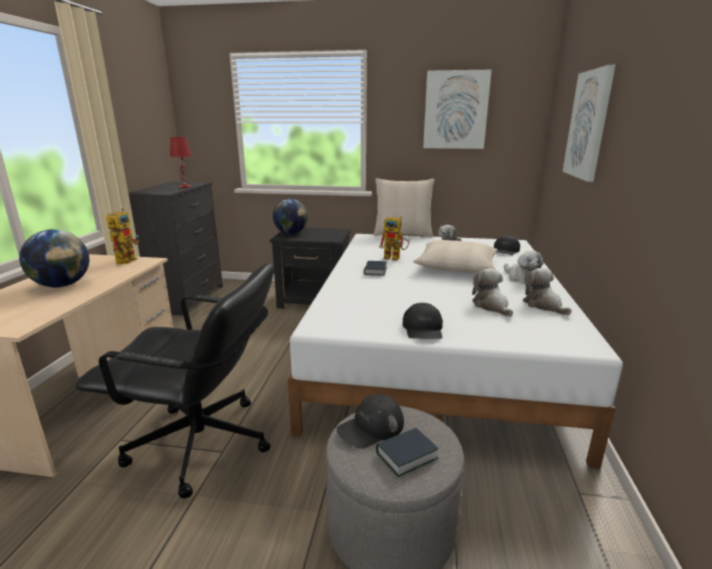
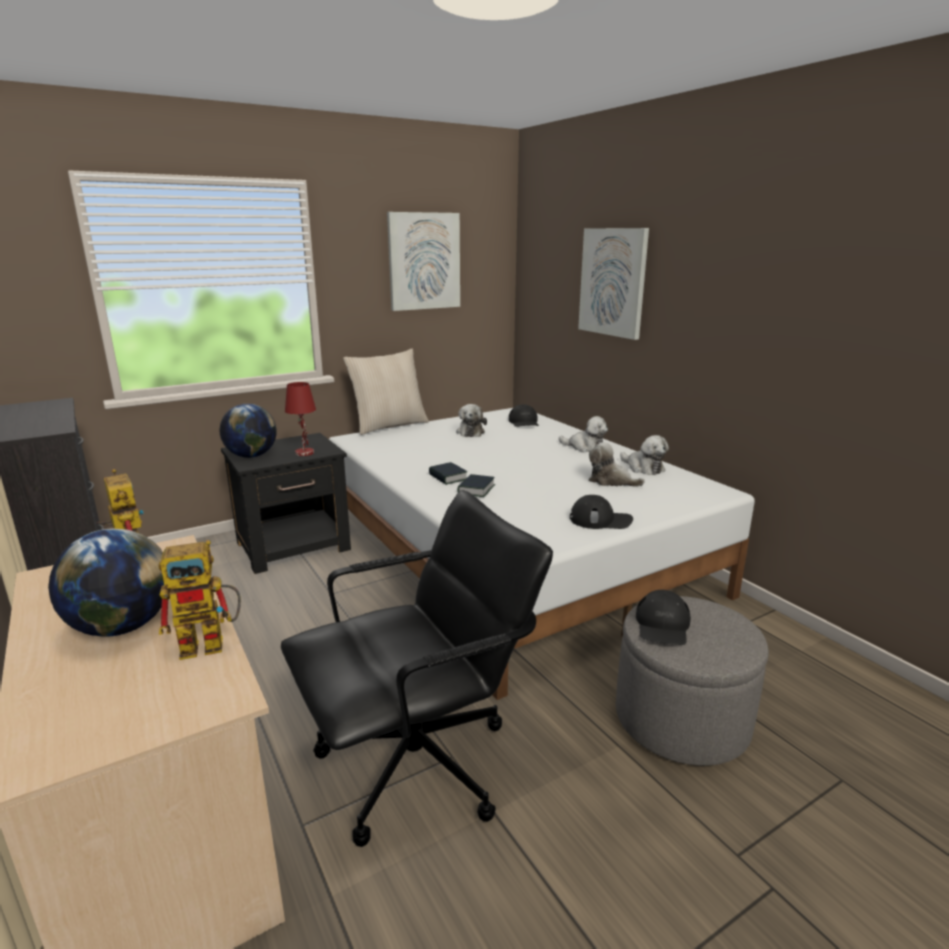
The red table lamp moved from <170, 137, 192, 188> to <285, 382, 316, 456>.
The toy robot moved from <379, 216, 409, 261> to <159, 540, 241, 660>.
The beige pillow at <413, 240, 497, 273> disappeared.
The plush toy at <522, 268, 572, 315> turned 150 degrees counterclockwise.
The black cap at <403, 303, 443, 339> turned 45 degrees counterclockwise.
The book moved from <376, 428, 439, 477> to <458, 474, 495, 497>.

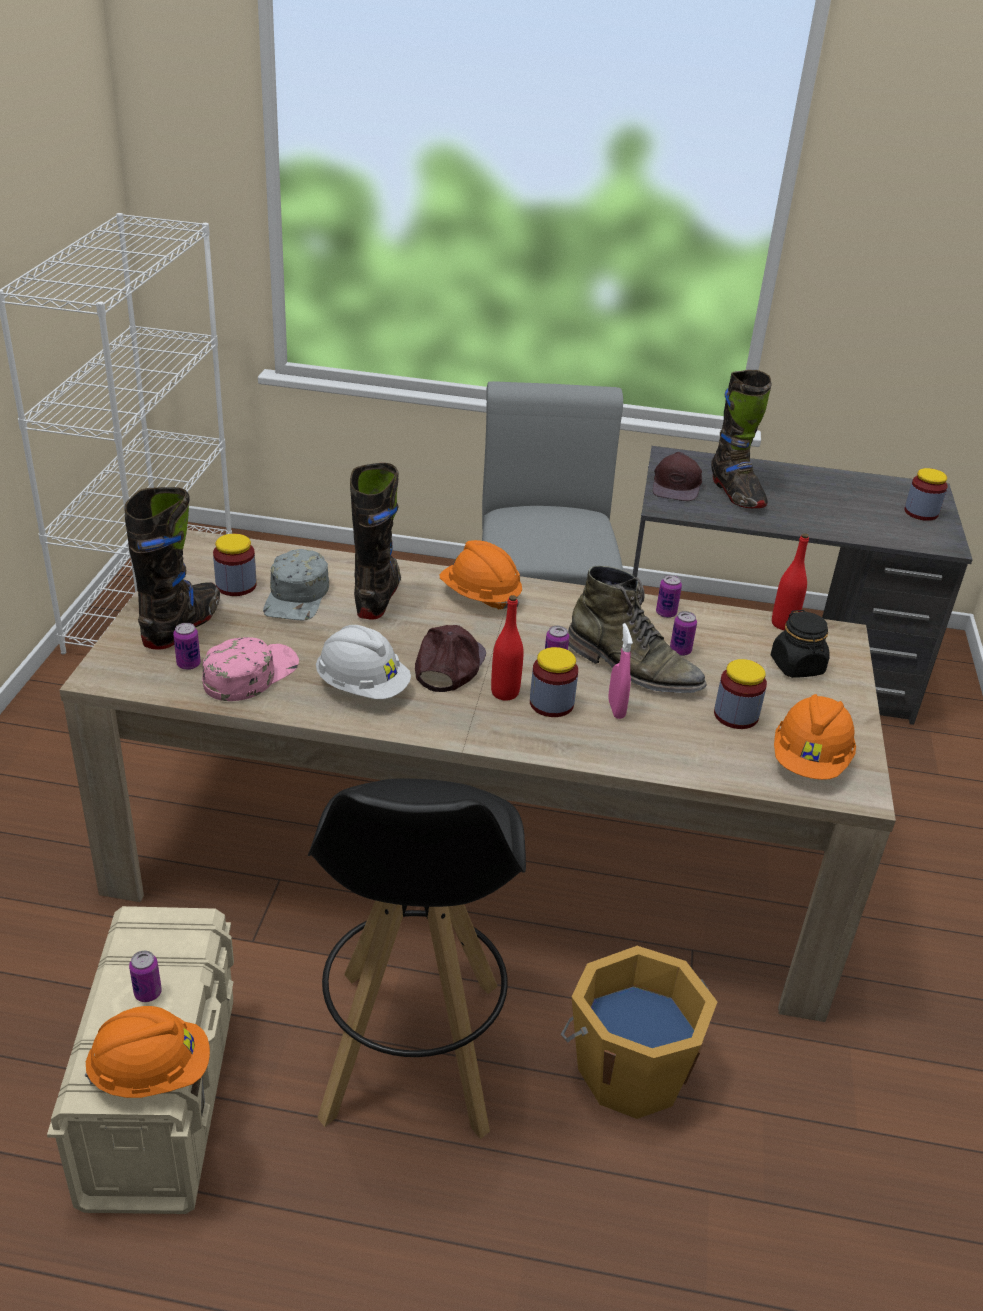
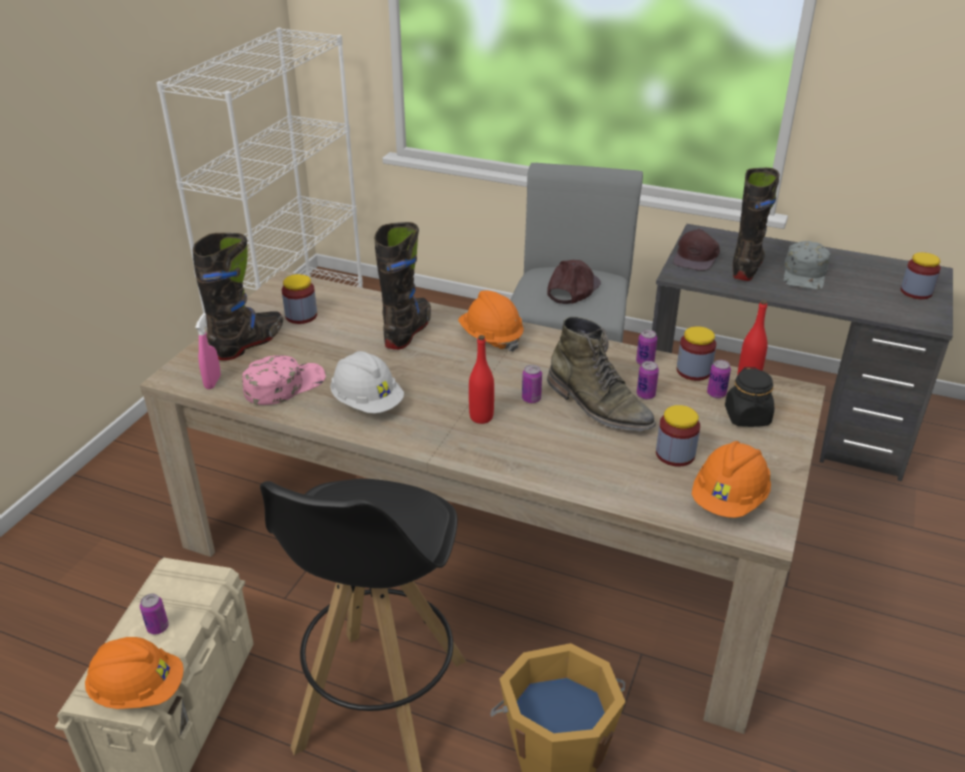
The black boot at <711, 370, 771, 508> turned 150 degrees counterclockwise.
The grey cap moved from <263, 549, 329, 621> to <784, 241, 830, 290>.
The can moved from <173, 623, 201, 670> to <707, 360, 731, 398>.
The pink spray bottle moved from <608, 623, 633, 719> to <195, 313, 221, 389>.
The brown cap moved from <415, 625, 486, 692> to <547, 260, 601, 304>.
The jar moved from <530, 647, 578, 717> to <677, 326, 716, 381>.

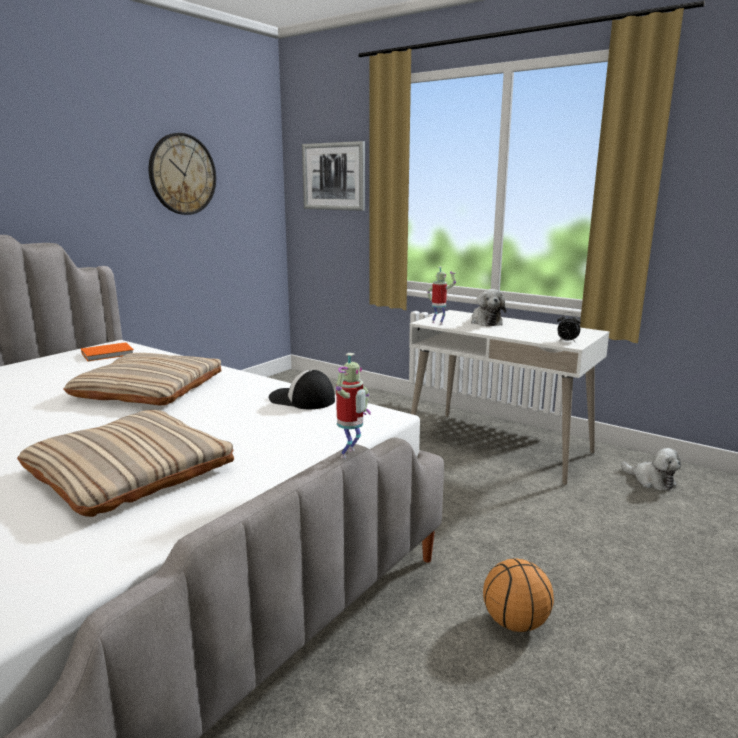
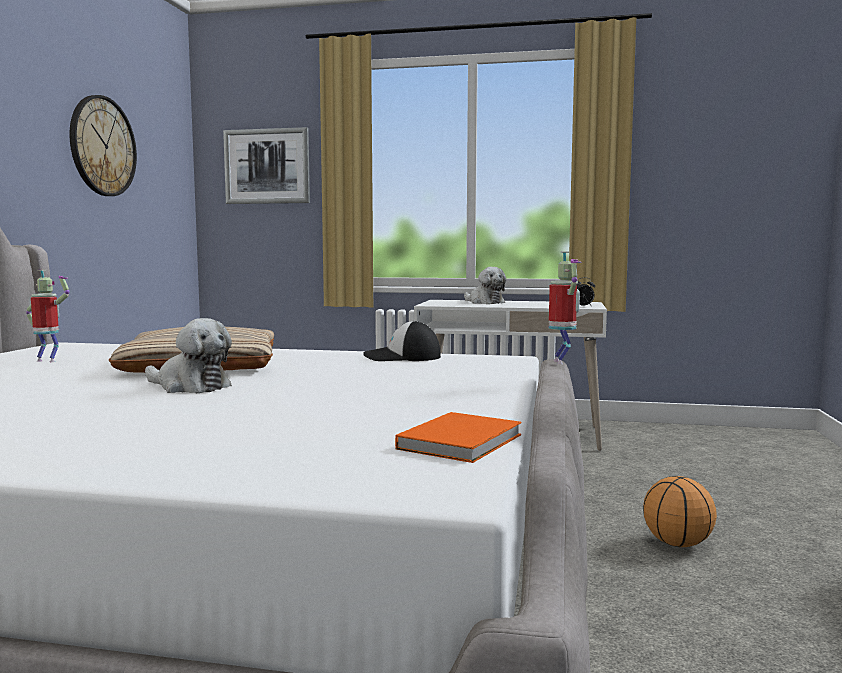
The toy robot moved from <427, 267, 456, 325> to <26, 270, 70, 362>.
The orange book moved from <81, 342, 134, 361> to <395, 412, 521, 463>.
The beige pillow at <17, 410, 234, 517> disappeared.
The plush toy moved from <621, 448, 681, 491> to <145, 318, 232, 393>.

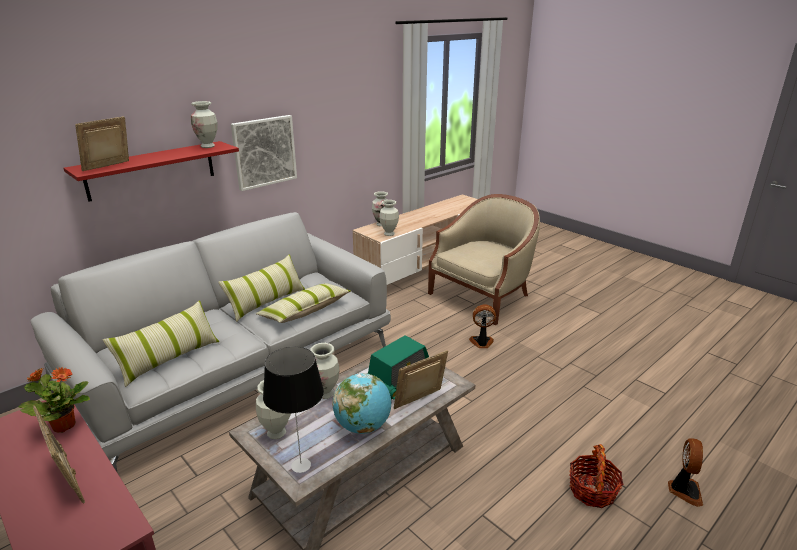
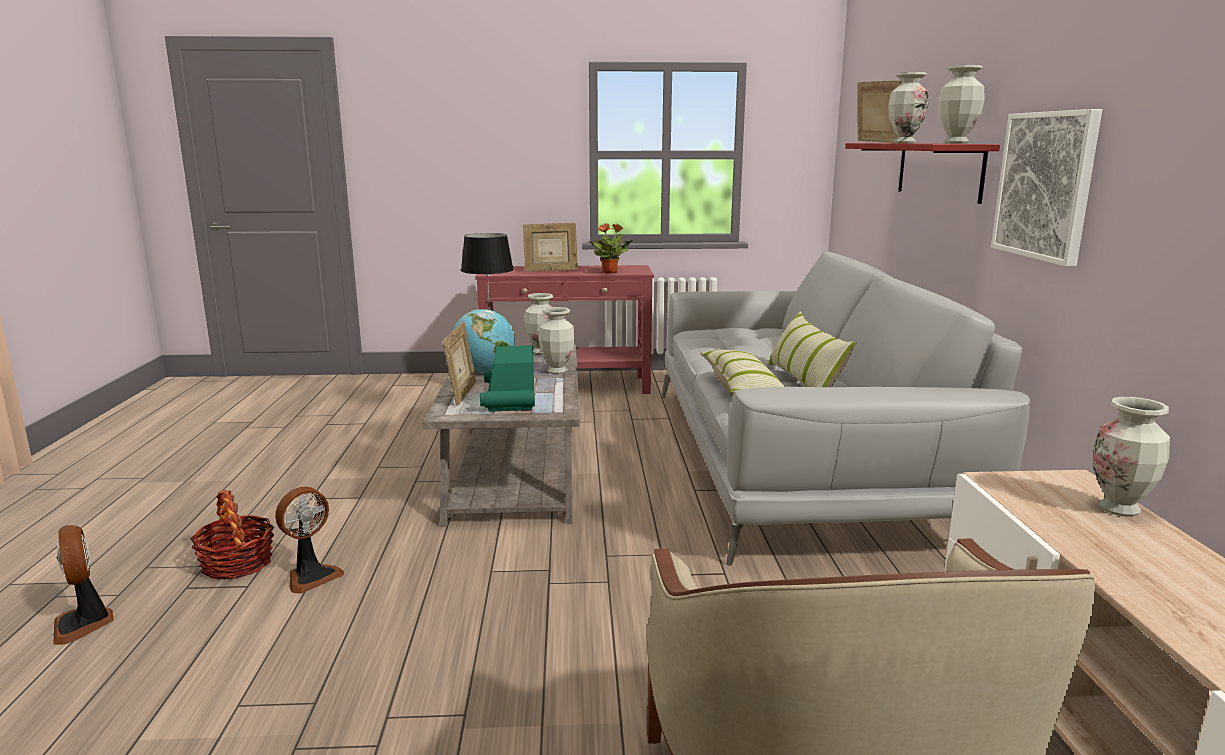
The vase moved from <379, 200, 399, 236> to <888, 72, 929, 143>.
The pillow at <103, 300, 219, 387> disappeared.
The fan moved from <469, 304, 496, 348> to <275, 487, 344, 594>.

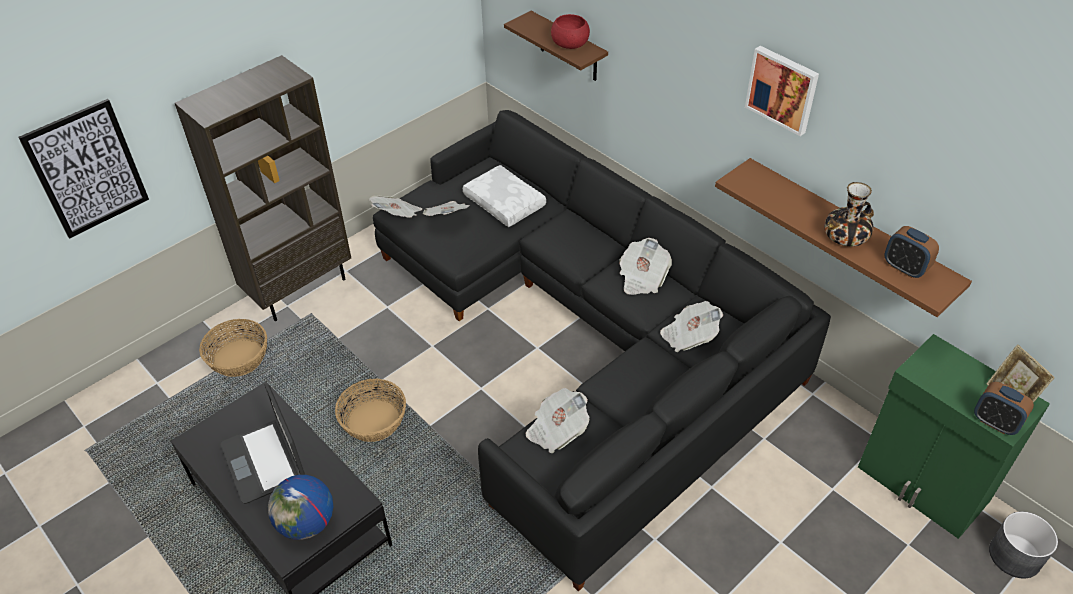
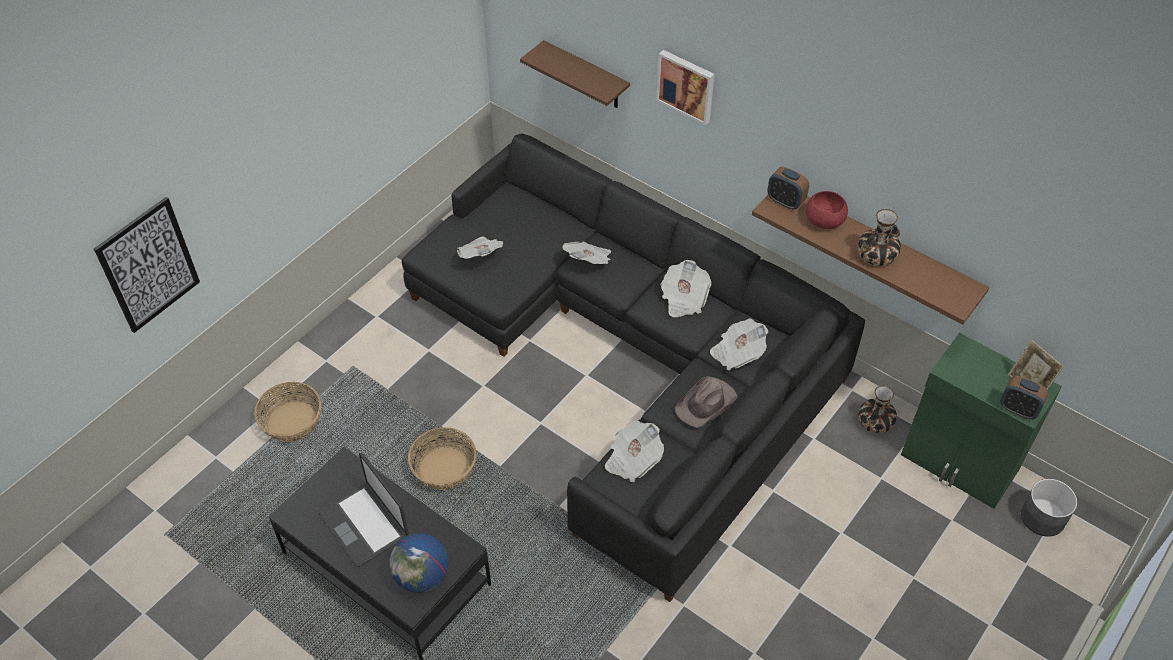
The red bowl moved from <551, 14, 590, 49> to <806, 191, 848, 229>.
The picture moved from <745, 46, 819, 136> to <656, 50, 715, 125>.
The brown bookcase at <175, 55, 351, 321> disappeared.
The white pillow at <463, 165, 546, 227> disappeared.
The newspaper moved from <369, 195, 422, 218> to <562, 241, 612, 264>.
The alarm clock moved from <885, 226, 939, 278> to <767, 167, 809, 210>.
The brown hat at <675, 376, 738, 428> appeared.
The vase at <858, 385, 897, 433> appeared.

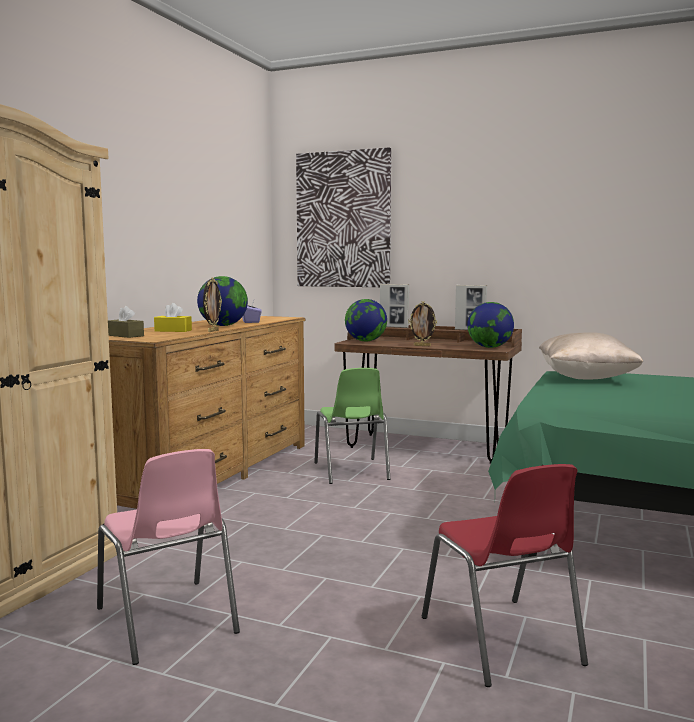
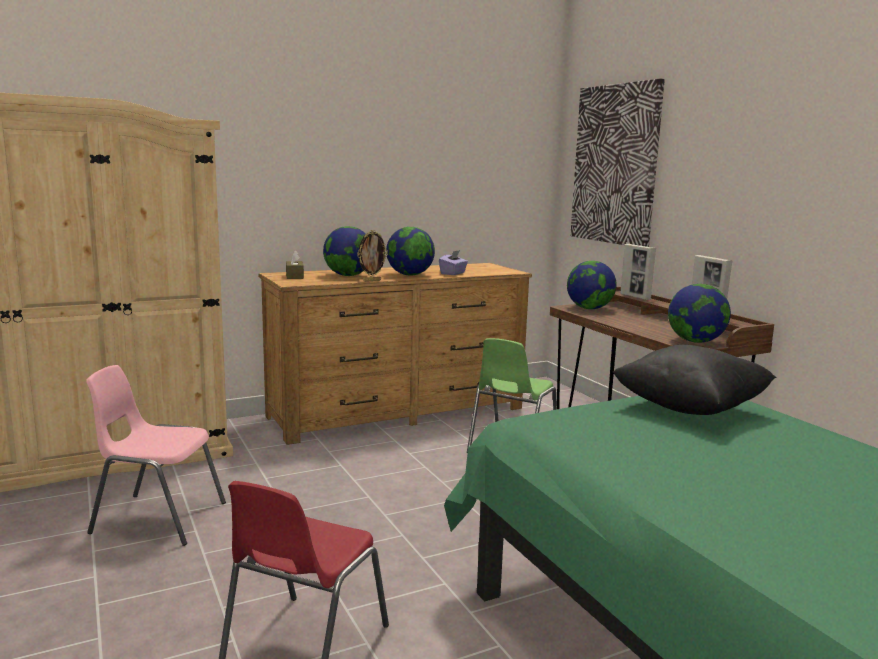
The picture frame at <408, 301, 437, 346> disappeared.
The yellow tissue box at <154, 303, 192, 332> was replaced by the globe at <323, 226, 366, 276>.
The beige pillow at <539, 332, 643, 380> became the black pillow at <613, 345, 776, 415>.
The pink chair at <97, 449, 240, 665> turned 90 degrees clockwise.

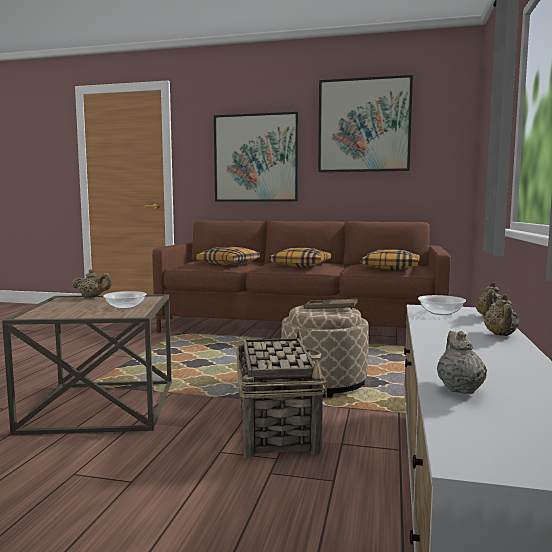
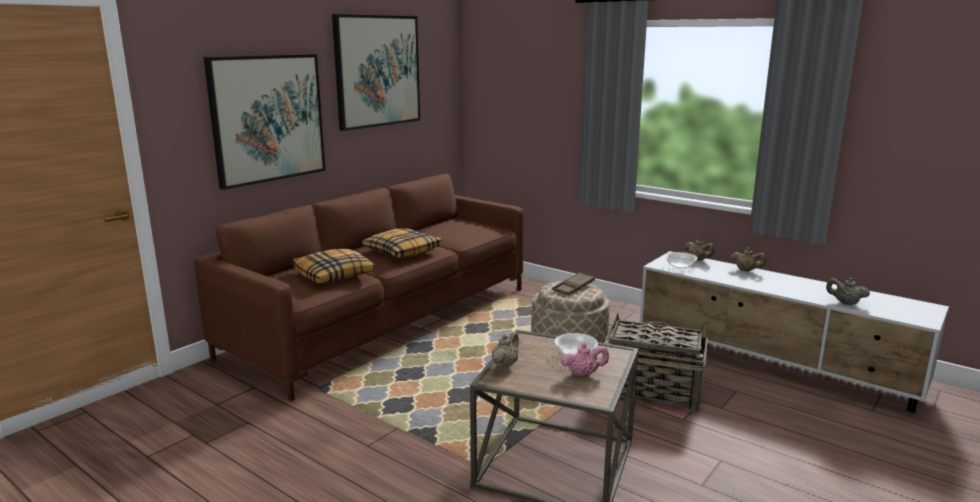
The pillow at <360, 249, 420, 270> disappeared.
The pink teapot at <561, 343, 609, 377> appeared.

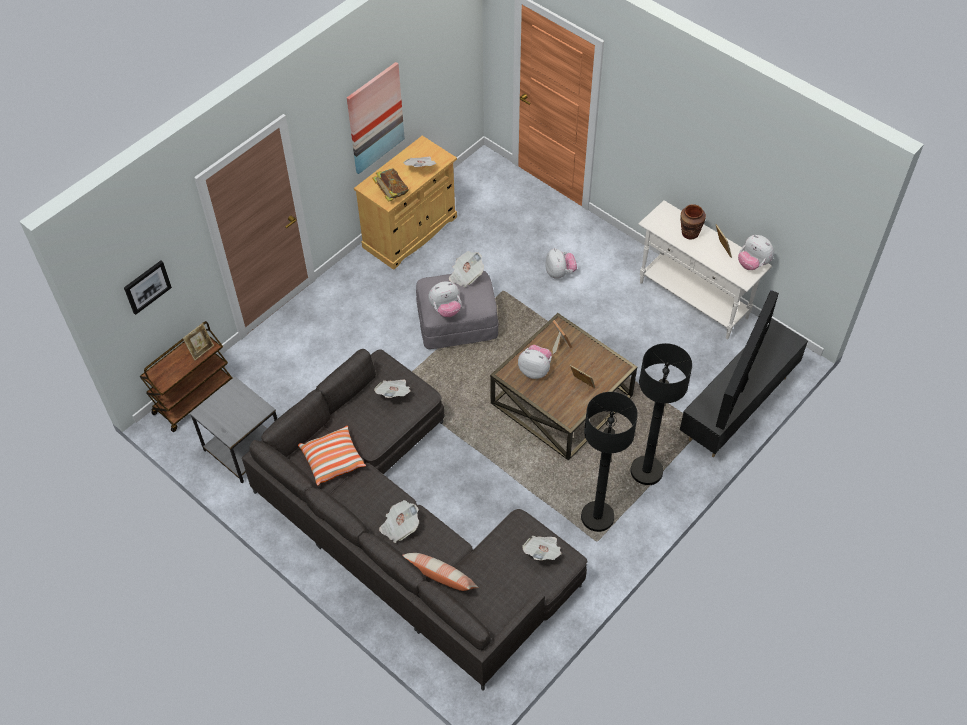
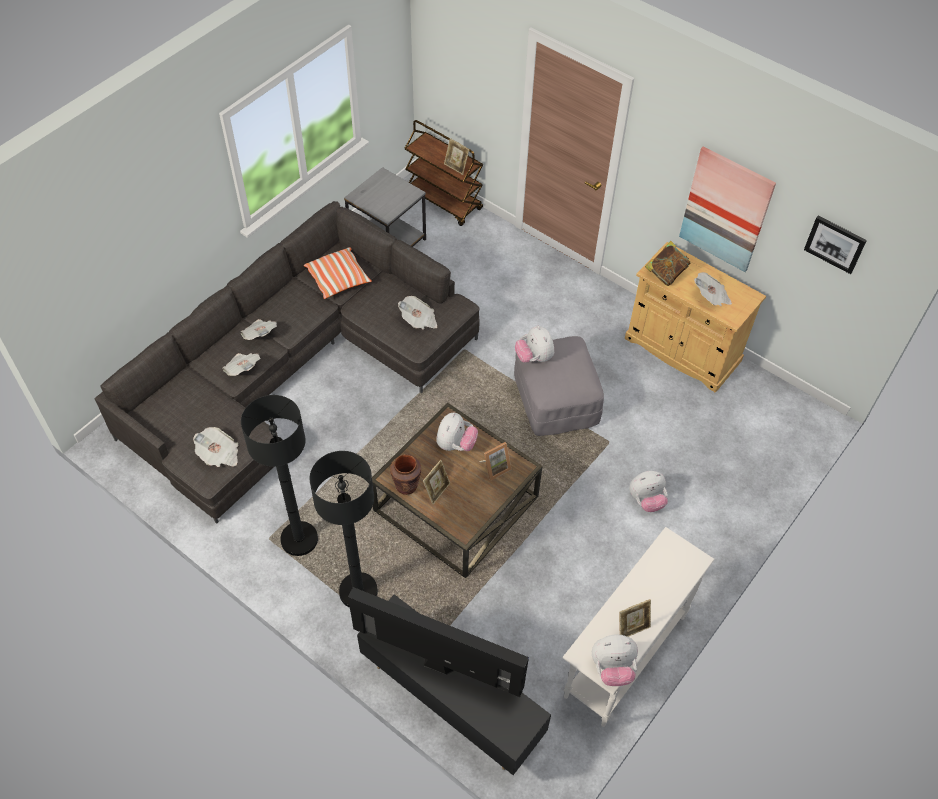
The brown vase moved from <680, 204, 706, 240> to <390, 454, 422, 495>.
The plush toy at <738, 235, 774, 270> turned 135 degrees counterclockwise.
The newspaper moved from <449, 251, 484, 287> to <222, 353, 260, 376>.
The picture moved from <124, 261, 172, 315> to <804, 216, 867, 274>.
The pillow at <402, 553, 479, 591> disappeared.

